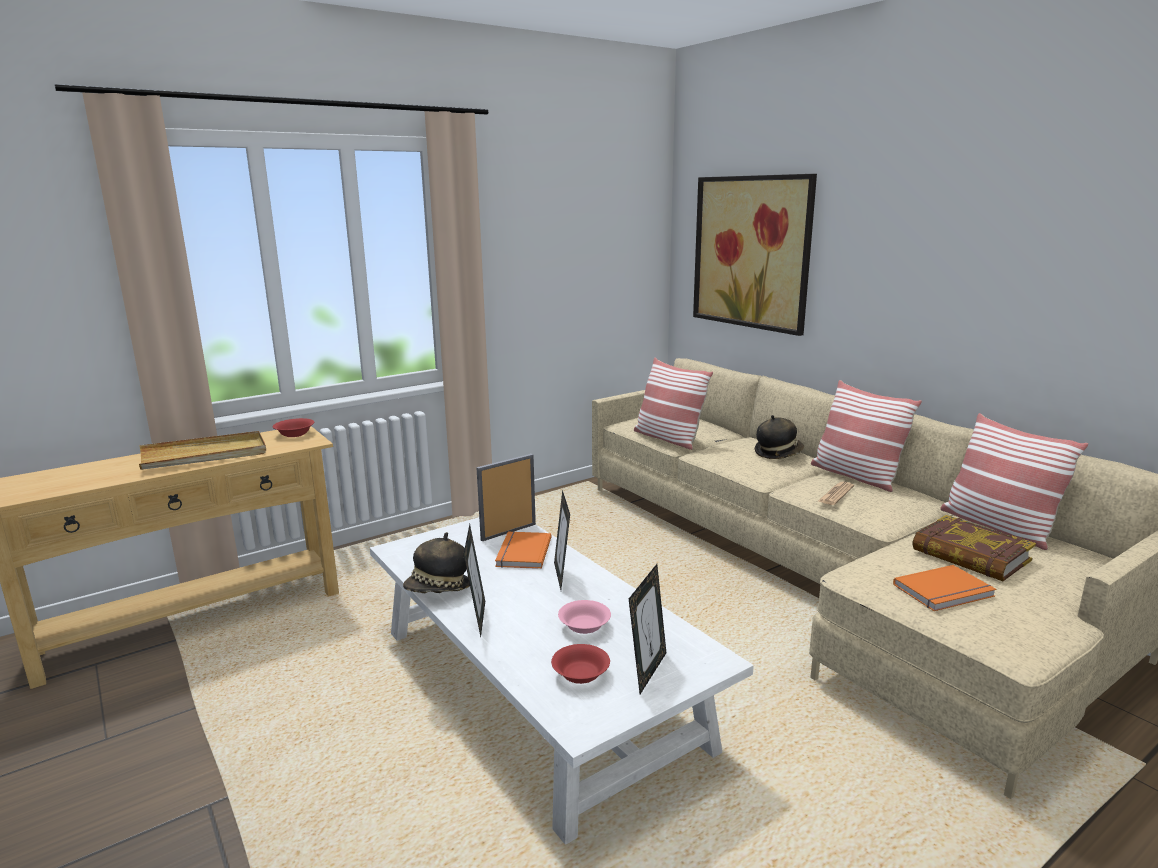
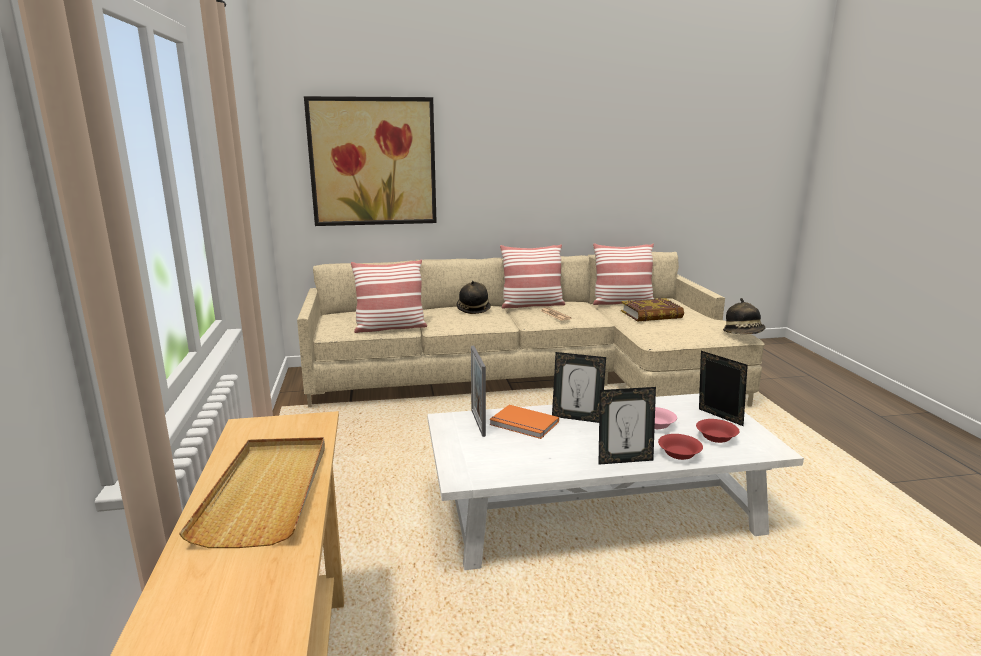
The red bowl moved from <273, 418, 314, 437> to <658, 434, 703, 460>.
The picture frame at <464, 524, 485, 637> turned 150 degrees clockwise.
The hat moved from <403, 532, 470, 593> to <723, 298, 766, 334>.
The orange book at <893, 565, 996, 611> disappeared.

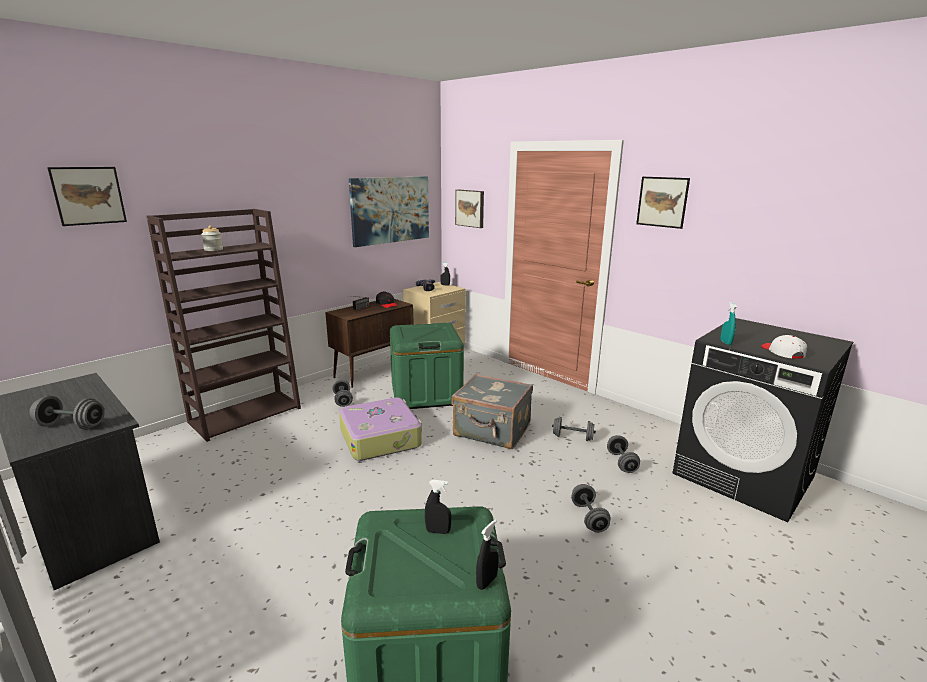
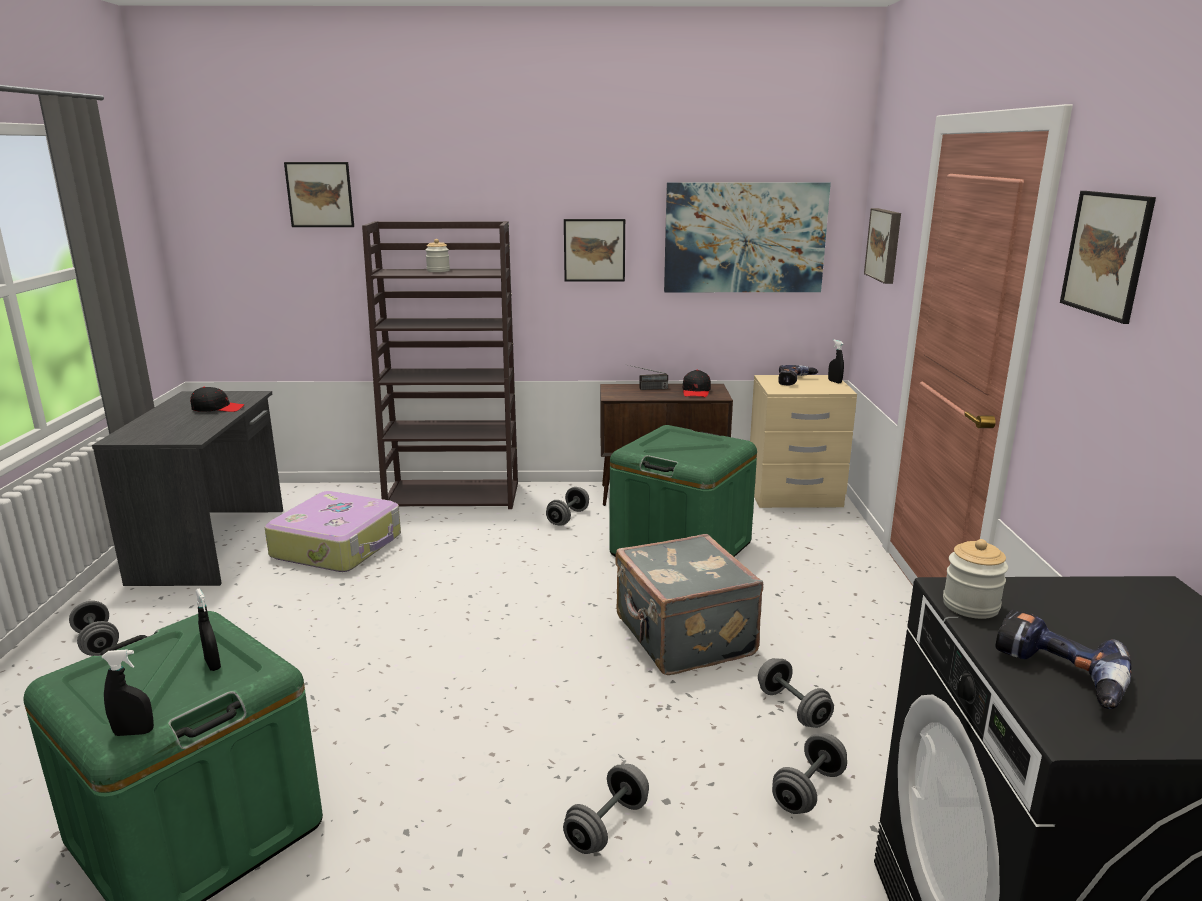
The turquoise spray bottle at <720, 302, 737, 345> was replaced by the jar at <943, 539, 1008, 619>.
The white cap at <761, 335, 807, 359> was replaced by the power drill at <995, 610, 1132, 709>.
The grey dumbbell moved from <29, 396, 105, 429> to <69, 601, 119, 656>.
The suitcase moved from <339, 397, 422, 461> to <265, 491, 401, 572>.
The picture at <564, 219, 625, 281> appeared.
The black cap at <190, 387, 245, 412> appeared.

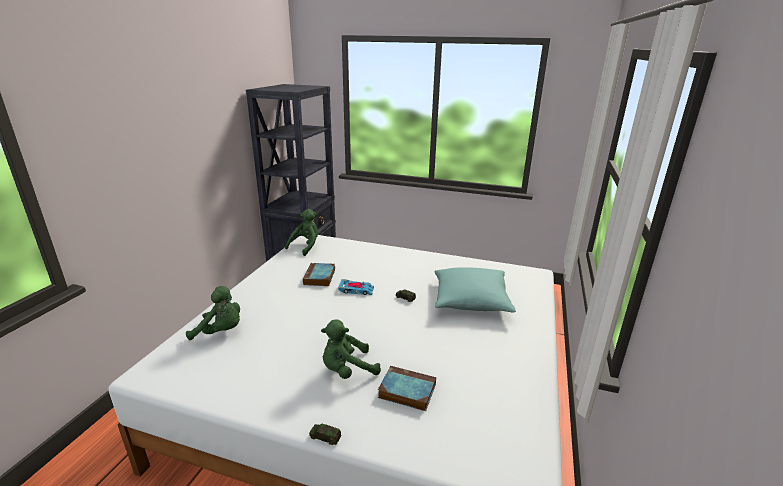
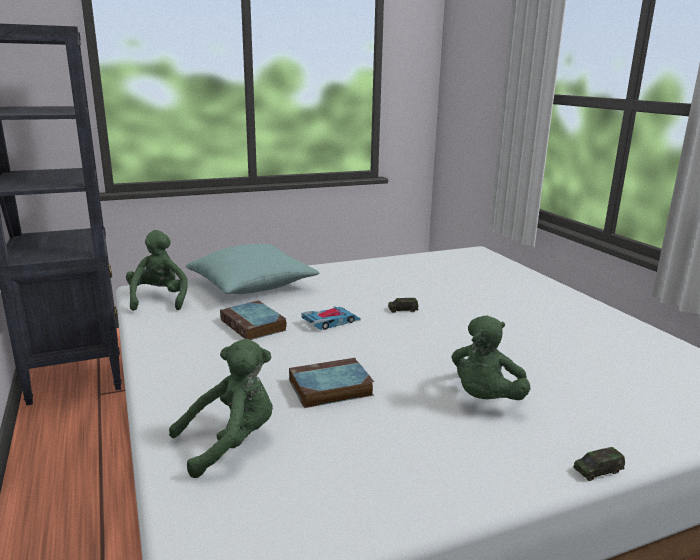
The turquoise pillow moved from <435, 267, 516, 312> to <185, 244, 319, 294>.
The book moved from <378, 366, 436, 411> to <289, 358, 374, 408>.

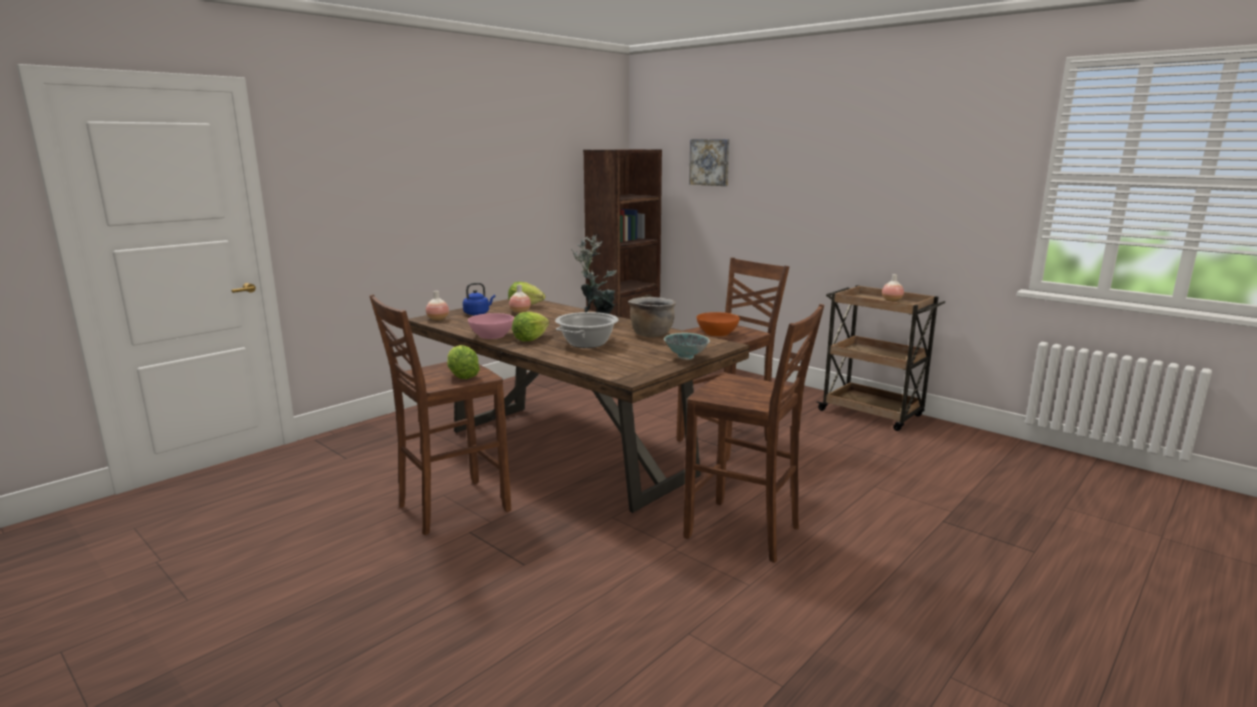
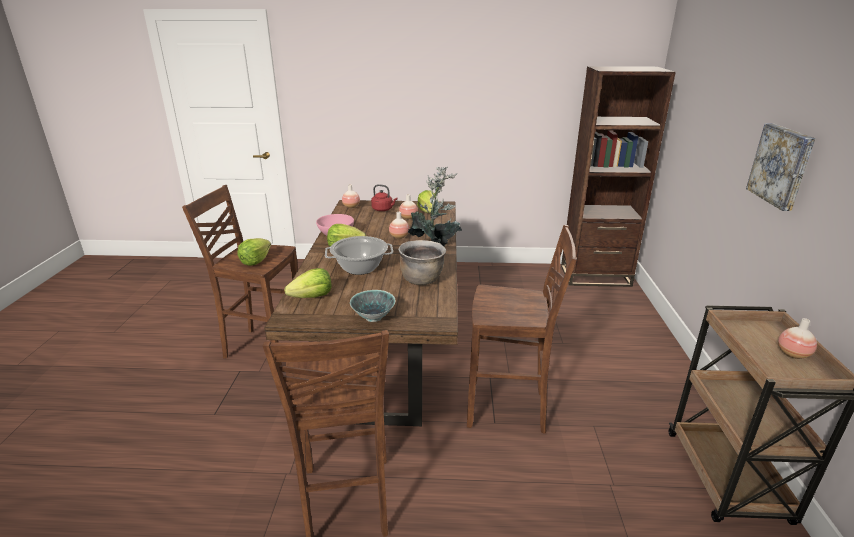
The picture moved from <689, 139, 729, 186> to <746, 123, 816, 211>.
The blue kettle at <463, 283, 495, 315> became the red kettle at <371, 184, 397, 211>.
The orange bowl at <697, 312, 740, 337> disappeared.
The vase at <389, 212, 409, 239> appeared.
The lettuce at <284, 268, 331, 298> appeared.

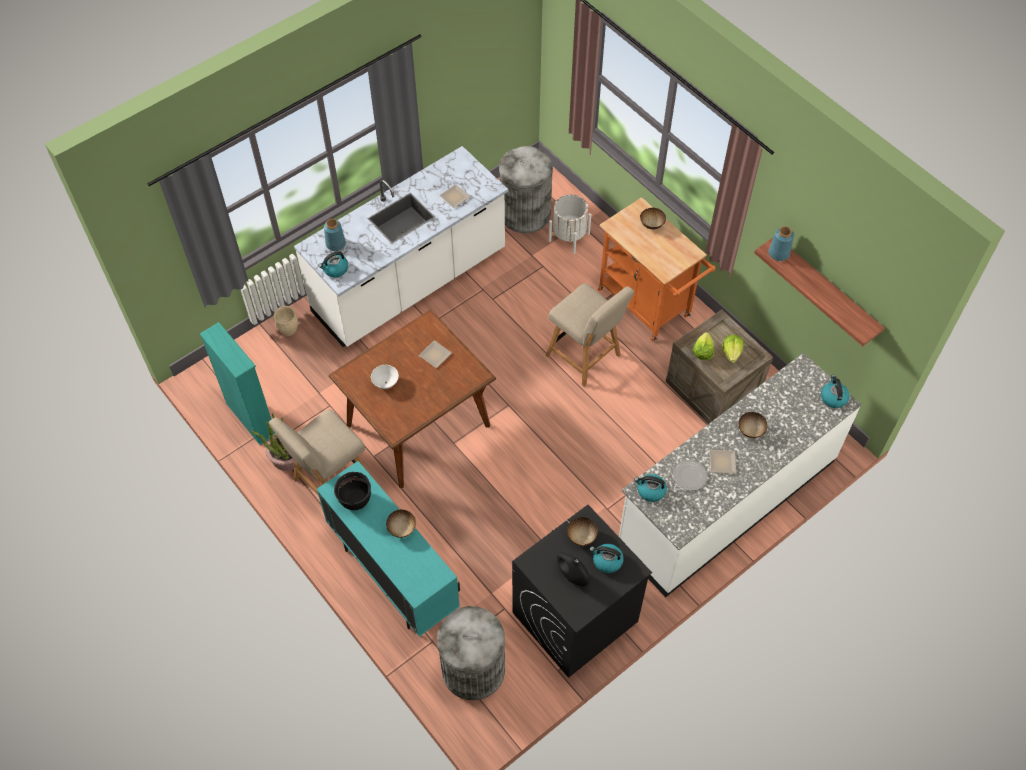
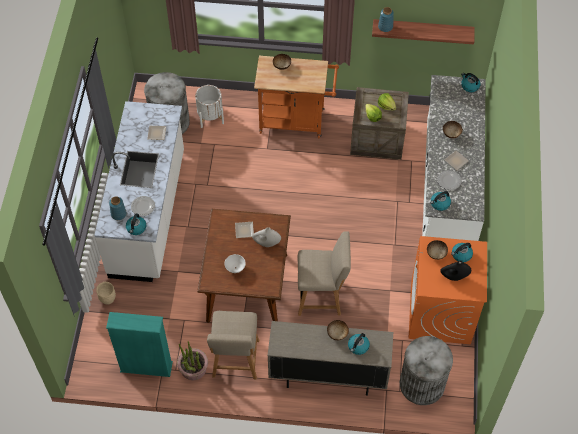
The beige chair moved from <546, 283, 634, 387> to <297, 231, 351, 316>.
The turquoise cabinet at <317, 461, 460, 637> became the beige cabinet at <267, 321, 393, 396>.
The black cooking pot at <334, 472, 371, 510> disappeared.
The black washing machine at <512, 505, 652, 678> became the orange washing machine at <409, 236, 487, 344>.
The plate at <131, 196, 155, 216> appeared.
The white vase at <252, 227, 281, 247> appeared.
The kettle at <348, 333, 370, 355> appeared.

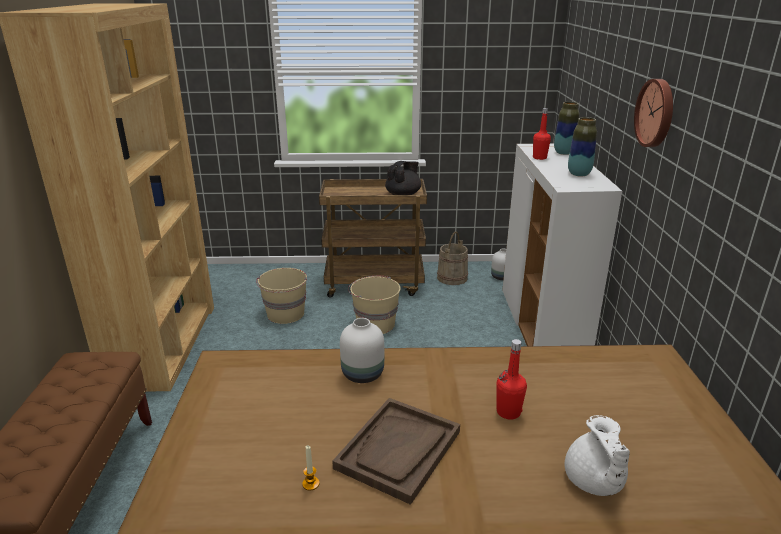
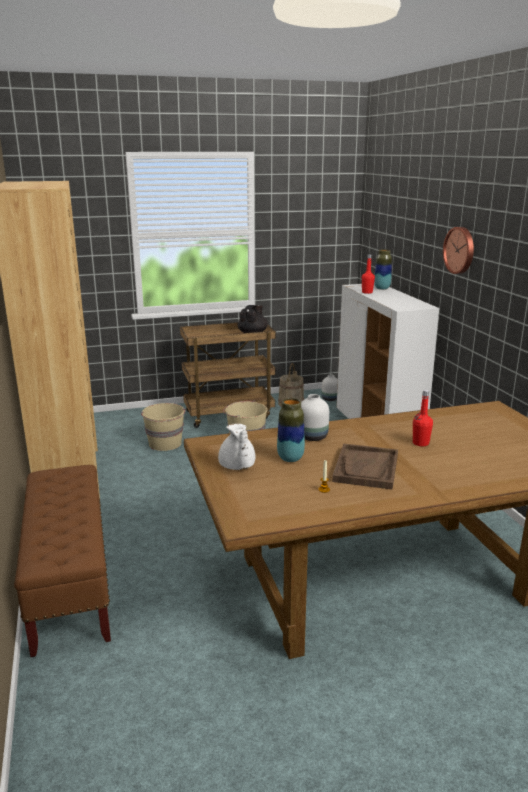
The vase moved from <568, 117, 597, 176> to <277, 398, 305, 462>.
The white teapot moved from <564, 415, 630, 496> to <218, 424, 255, 470>.

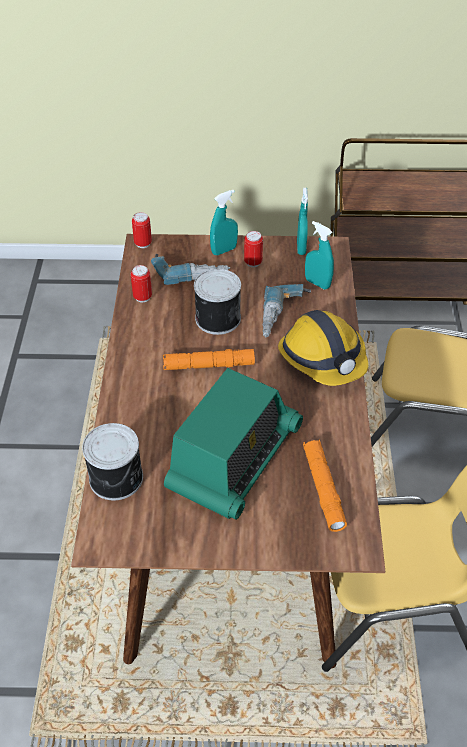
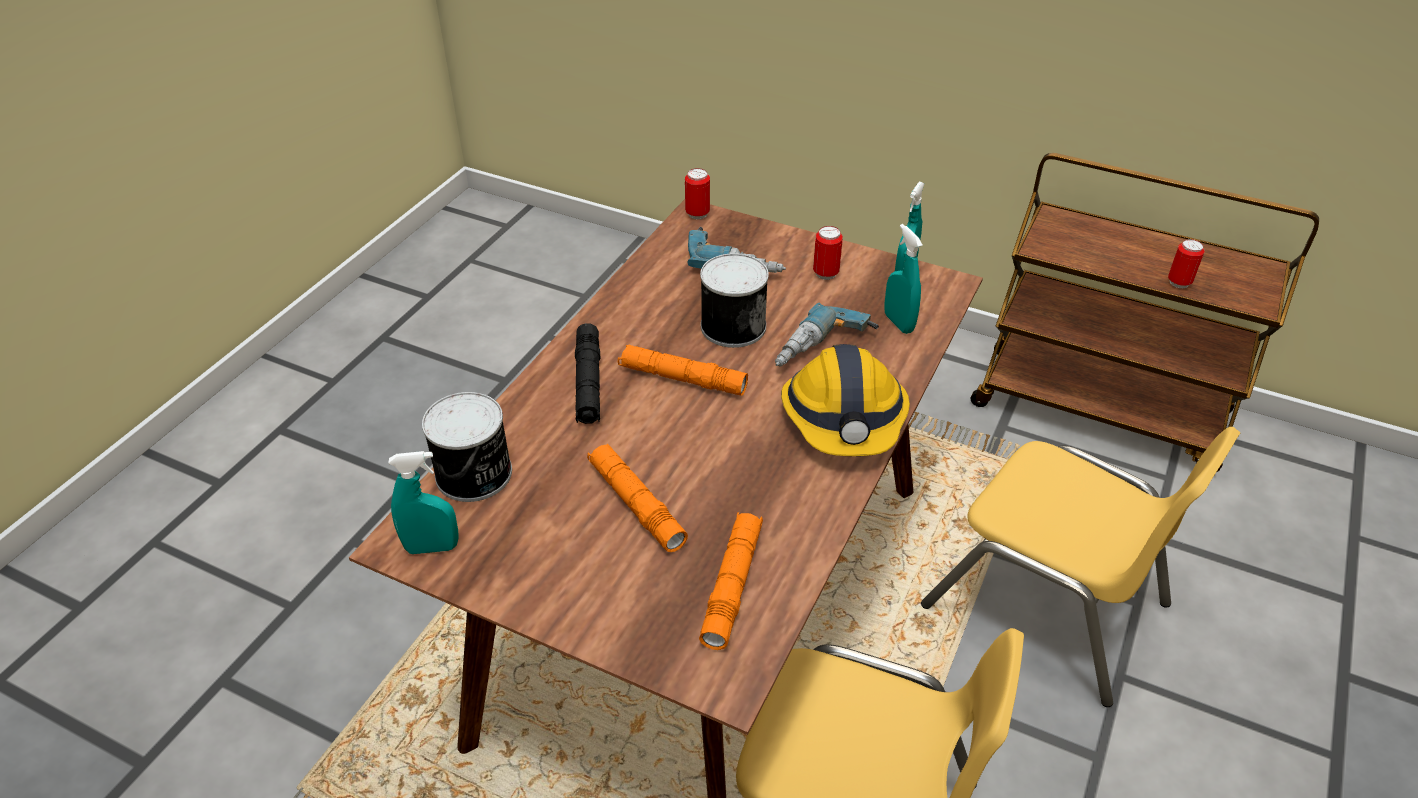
The turquoise spray bottle moved from <210, 190, 238, 255> to <388, 451, 458, 554>.
The can moved from <131, 265, 152, 302> to <1168, 239, 1205, 288>.
The radio at <164, 368, 303, 520> was replaced by the orange flashlight at <587, 443, 688, 552>.
The black flashlight at <575, 323, 600, 424> appeared.

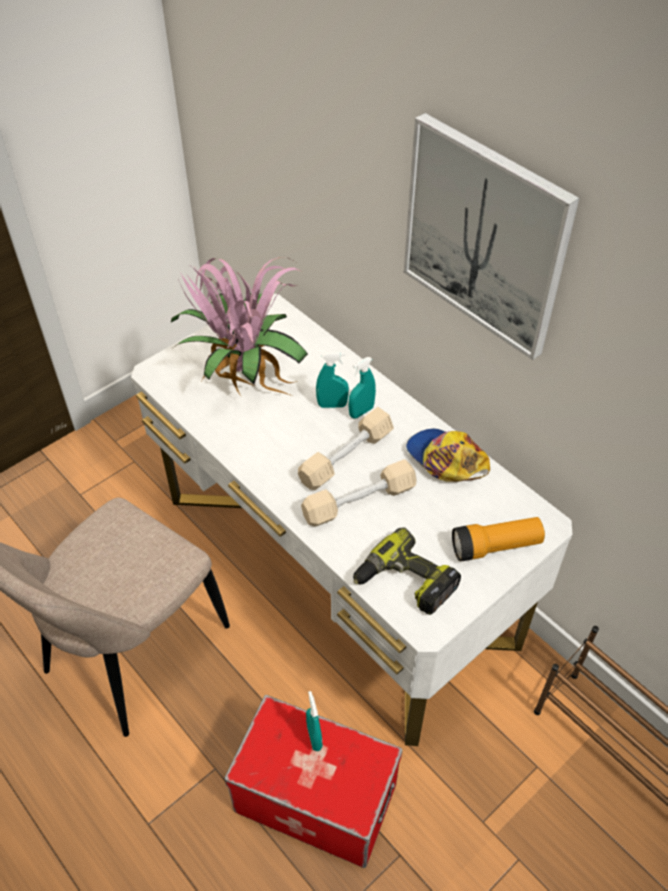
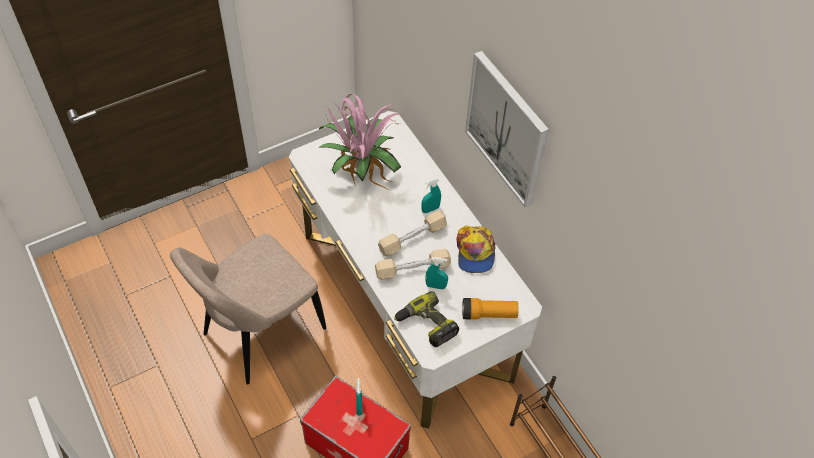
The turquoise spray bottle moved from <316, 352, 349, 408> to <425, 257, 448, 289>.
The cap at <406, 429, 490, 482> turned 150 degrees counterclockwise.

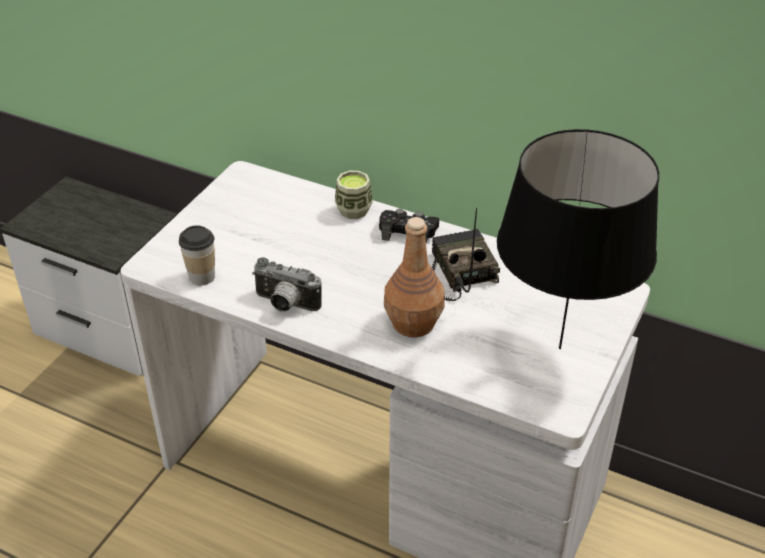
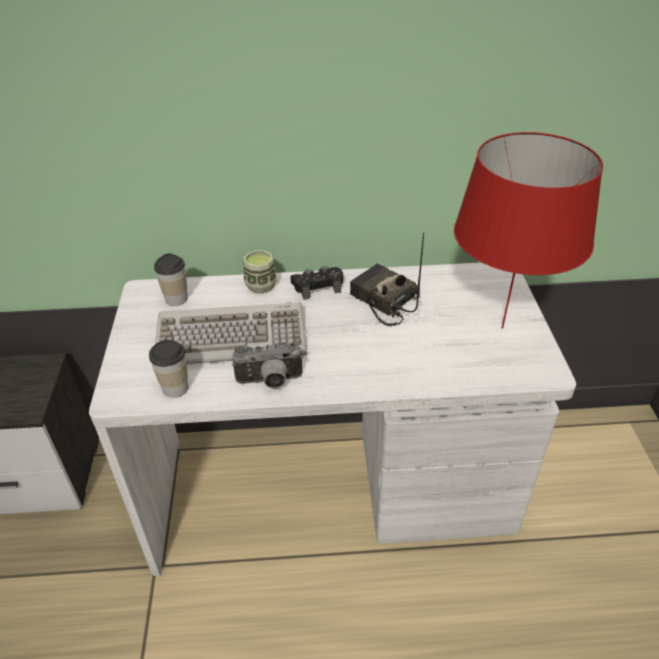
The black table lamp at <497, 129, 659, 349> became the red table lamp at <454, 132, 603, 329>.
The brown bottle at <384, 217, 444, 337> disappeared.
The cup at <154, 253, 188, 306> appeared.
The keyboard at <155, 302, 307, 364> appeared.

